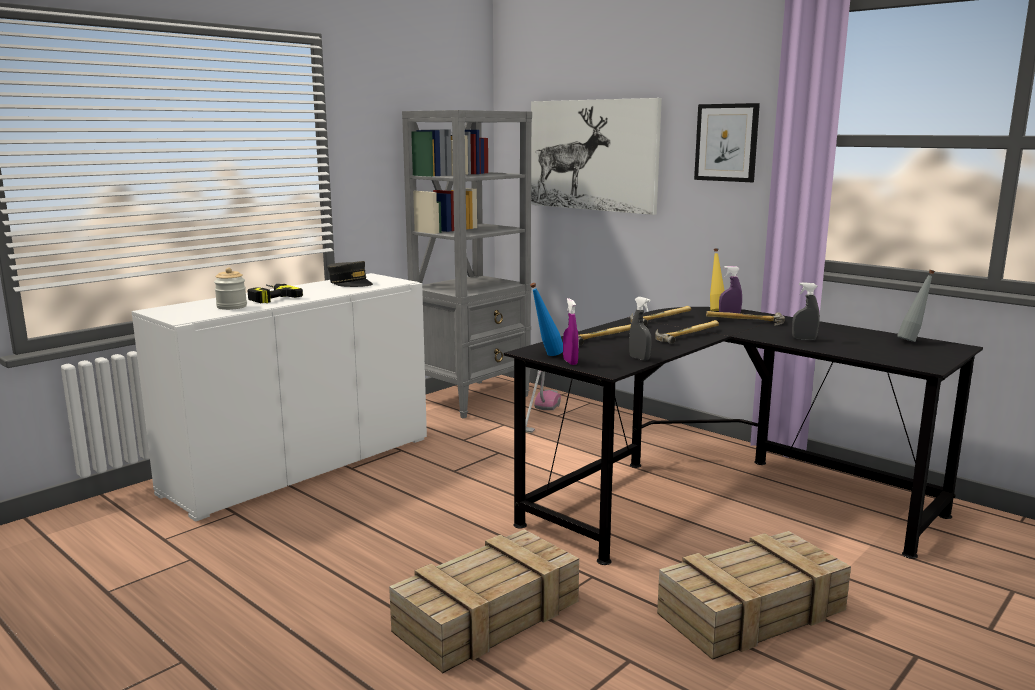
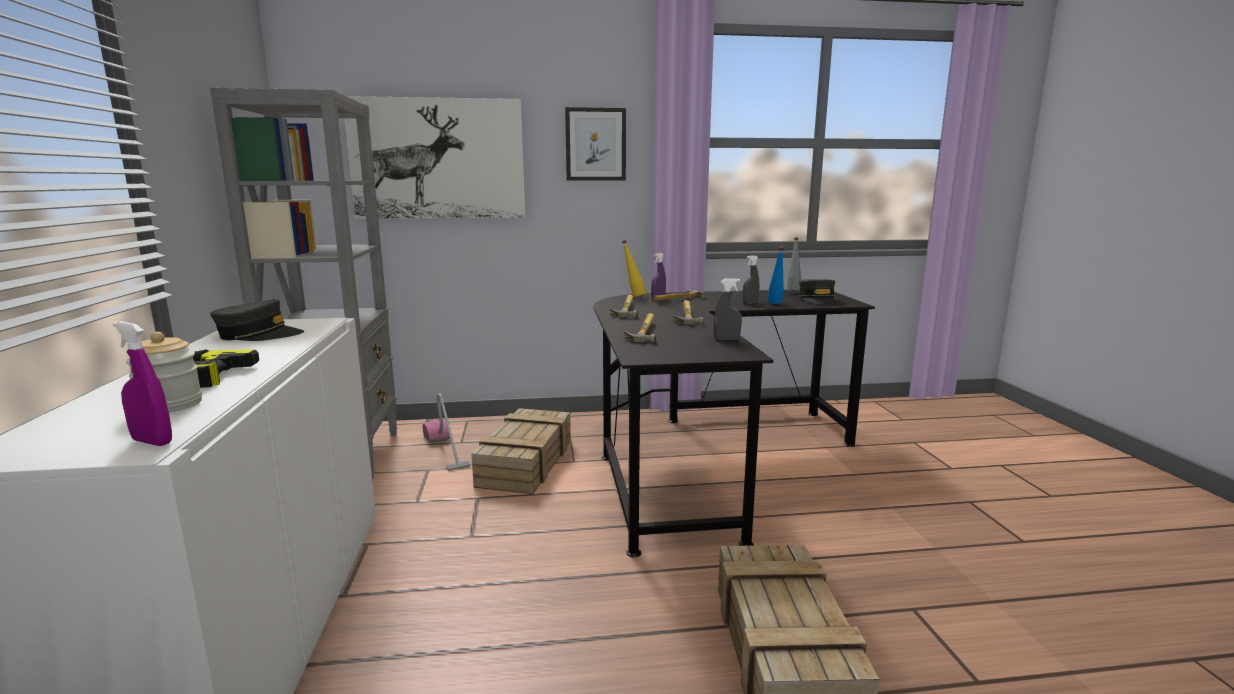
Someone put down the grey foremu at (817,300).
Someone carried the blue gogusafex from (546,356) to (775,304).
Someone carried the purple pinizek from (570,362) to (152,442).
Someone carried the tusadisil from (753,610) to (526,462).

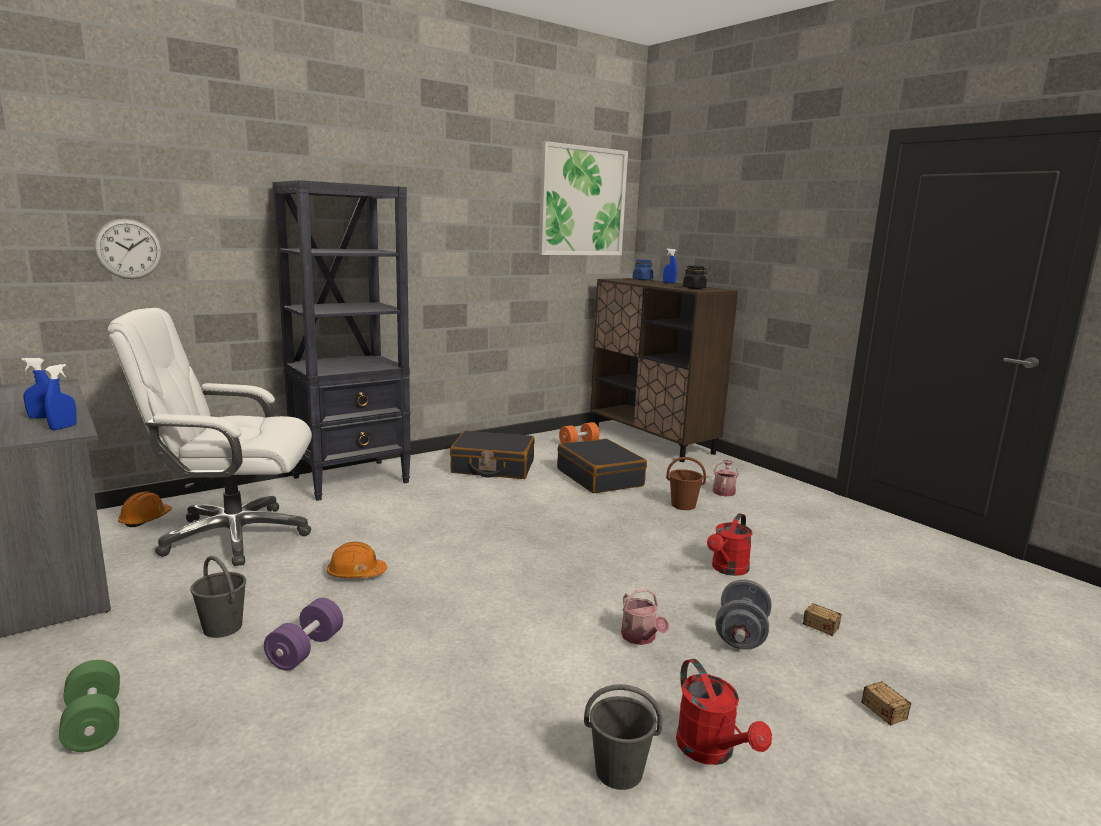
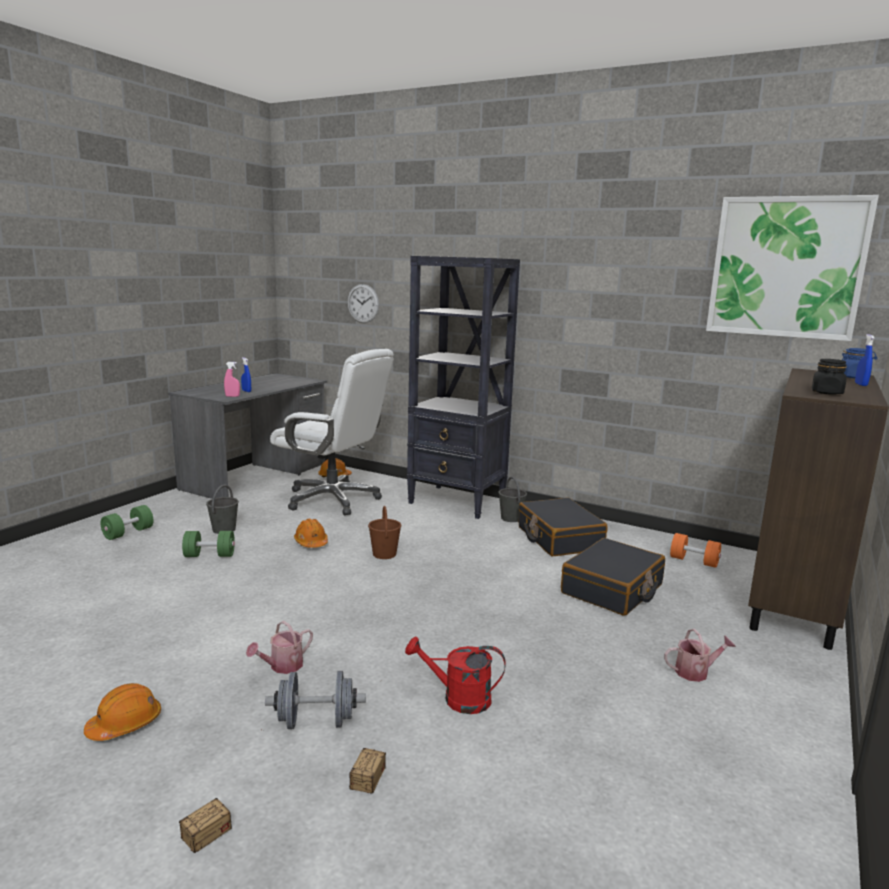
Someone carried the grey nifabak from (618,771) to (511,518).
Someone carried the brown nifabak from (683,505) to (384,554).
Someone swapped the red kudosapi at (712,752) for the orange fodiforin at (125,724).
Someone repainted the blue pinizek at (63,427), which became the pink pinizek at (232,396).
Someone repainted the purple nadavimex at (306,650), which became the green nadavimex at (209,555).
Someone rotated the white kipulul at (233,536) by 150 degrees clockwise.

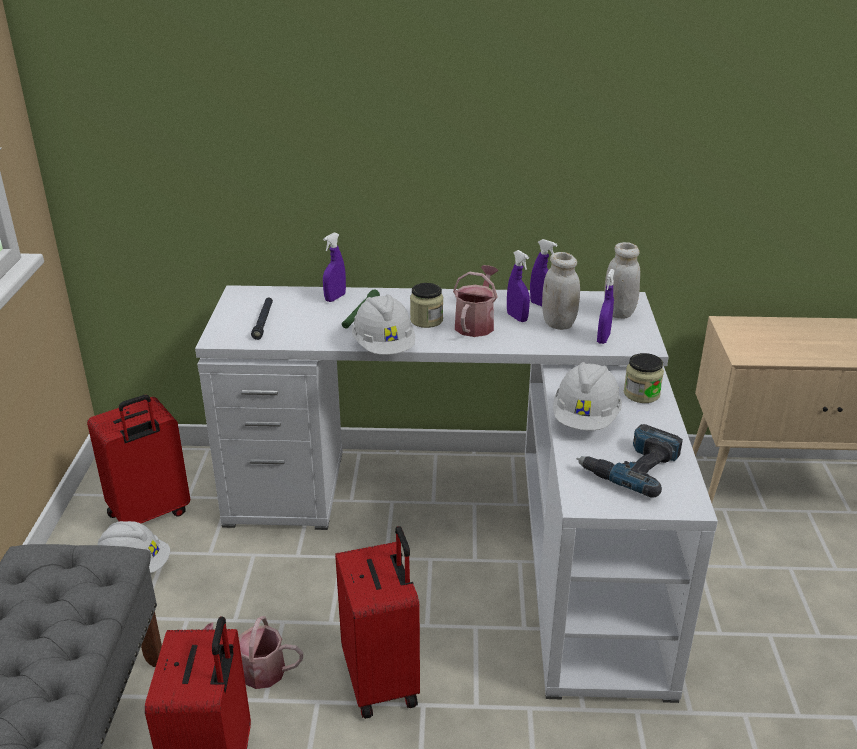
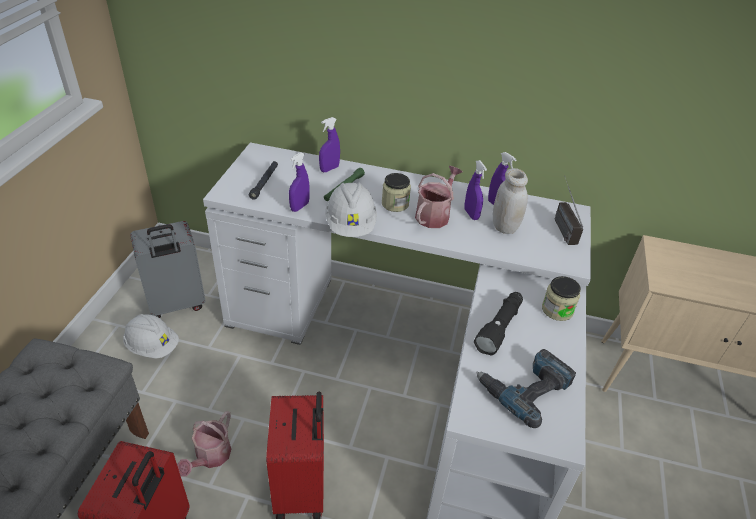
Someone carried the purple pinizek from (603,338) to (299,207).
Someone swapped the white fodiforin at (585,419) for the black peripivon at (499,327).
Someone swapped the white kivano at (619,313) for the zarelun at (560,224).
Someone repainted the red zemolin at (149,515), which became the grey zemolin at (176,305).
Someone rotated the kudosapi at (255,670) by 90 degrees counterclockwise.

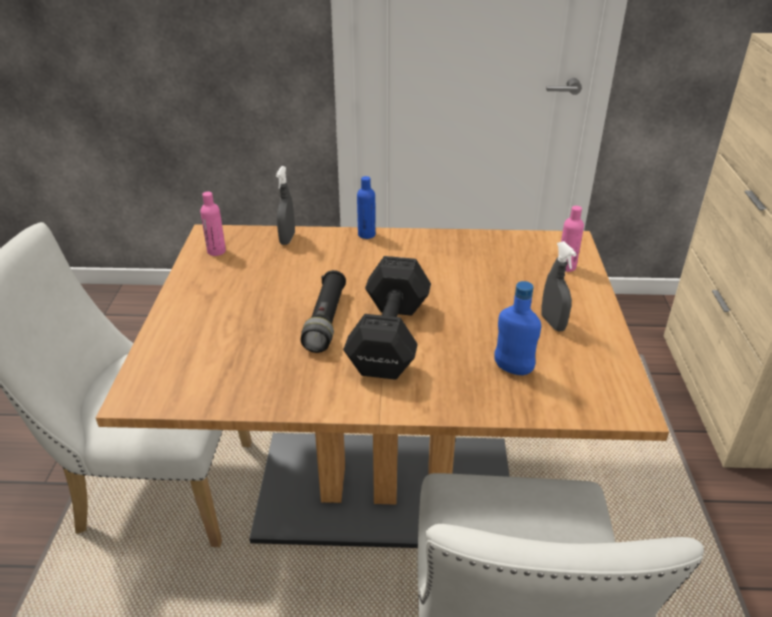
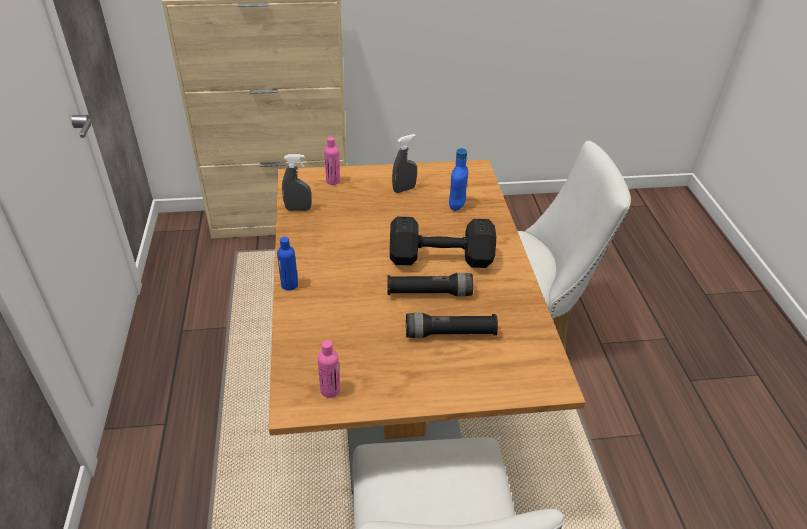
Someone put down the black peripivon at (450,333).
Someone carried the grey pinizek from (287,239) to (298,209).

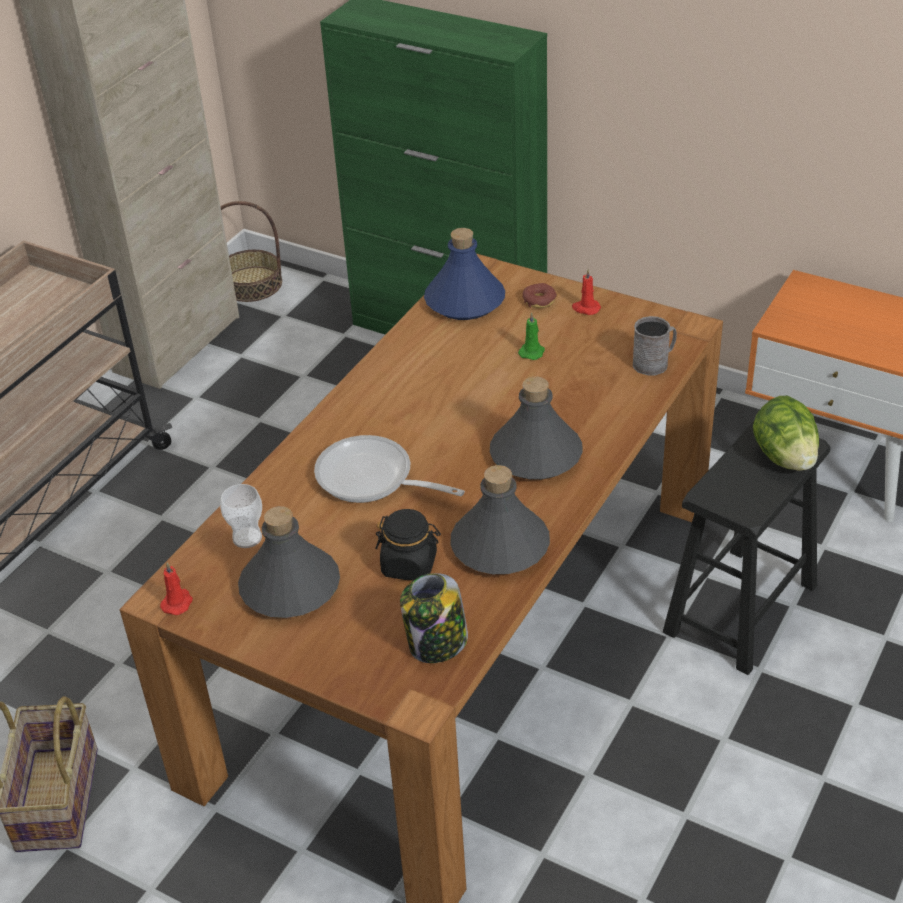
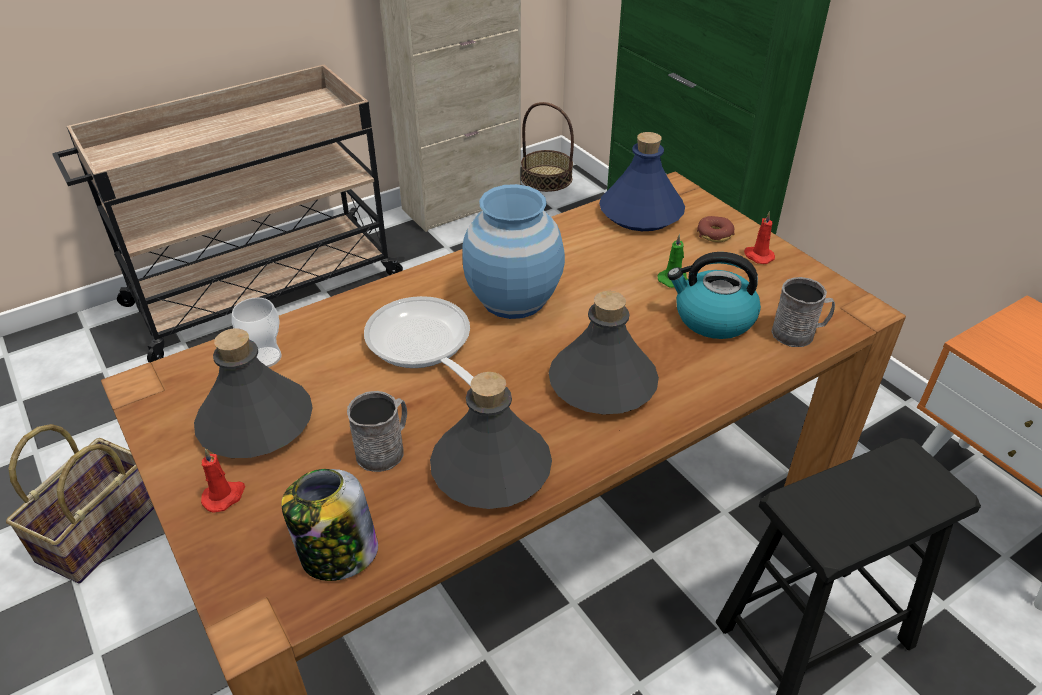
Someone took away the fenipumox at (784,457).
Someone put down the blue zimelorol at (514,299).
Someone put down the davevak at (712,318).
Someone carried the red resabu from (178,602) to (224,496).
Someone swapped the black kivano at (410,564) for the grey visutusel at (385,449).

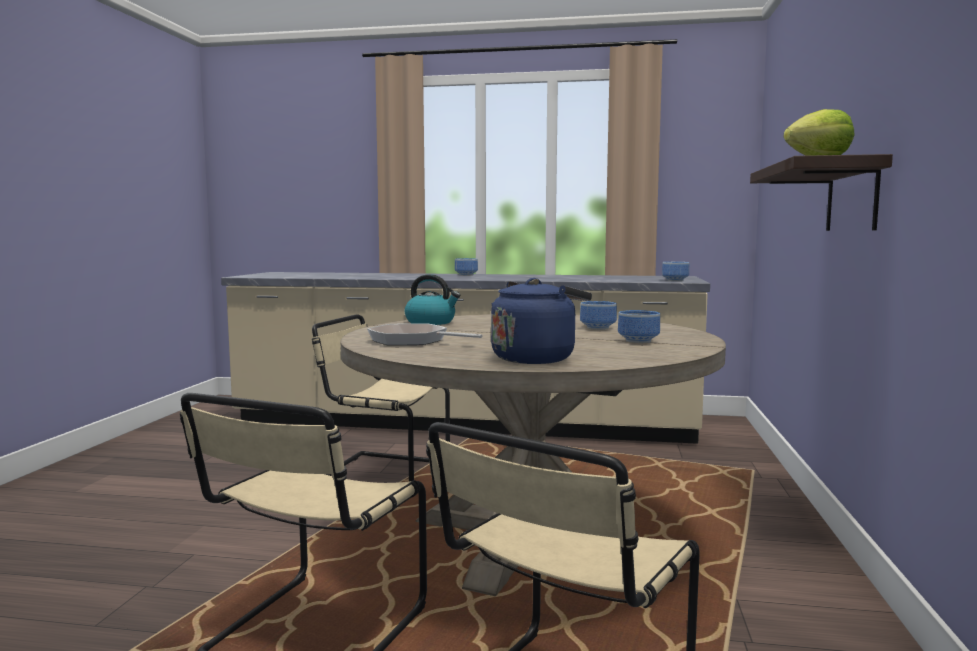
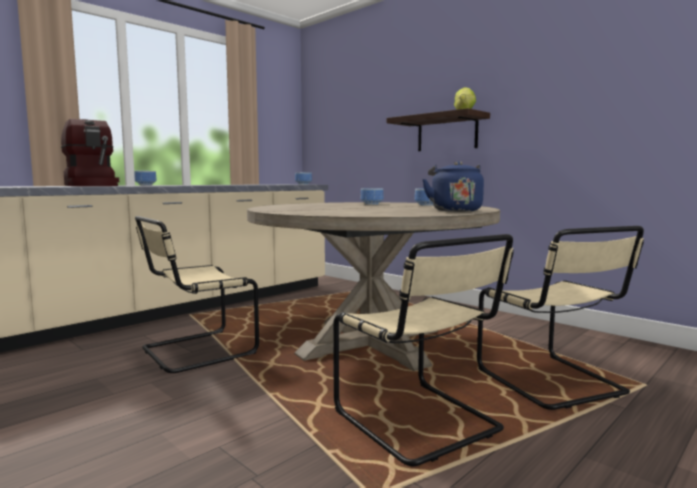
Someone took away the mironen at (413,341).
Someone took away the davevak at (431,322).
Someone put down the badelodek at (93,185).

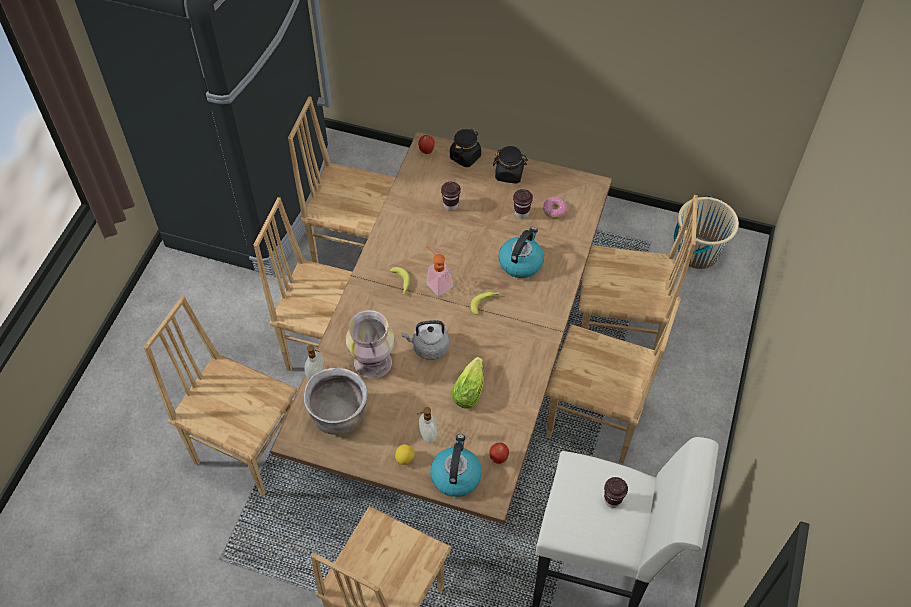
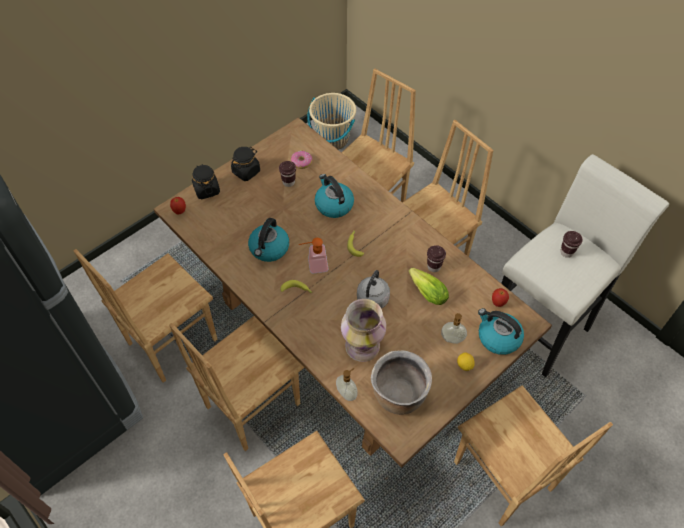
Someone put down the davevak at (269,249).
Someone carried the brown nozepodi from (450,205) to (433,267).

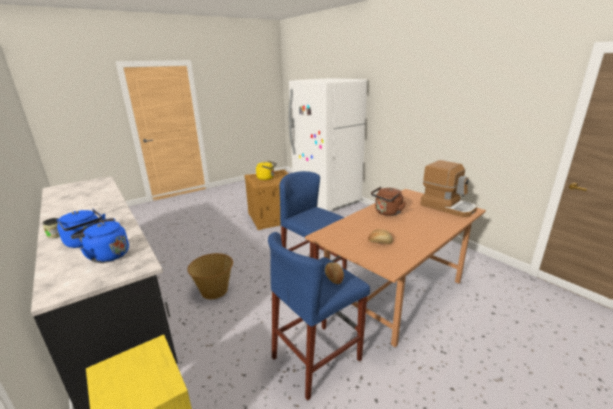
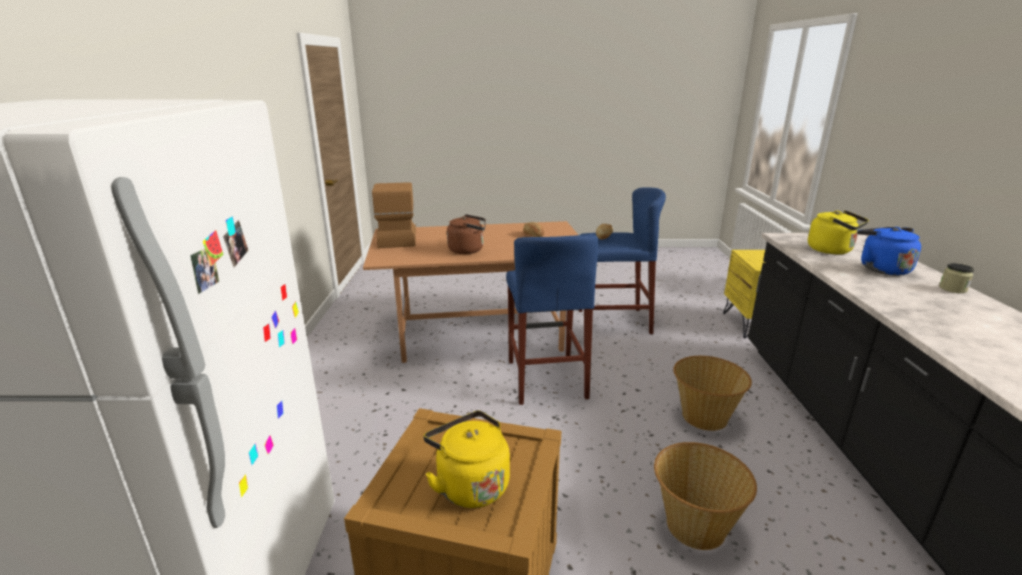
Someone put down the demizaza at (694,525).
Someone repainted the blue davevak at (107,255), which became the yellow davevak at (832,250).

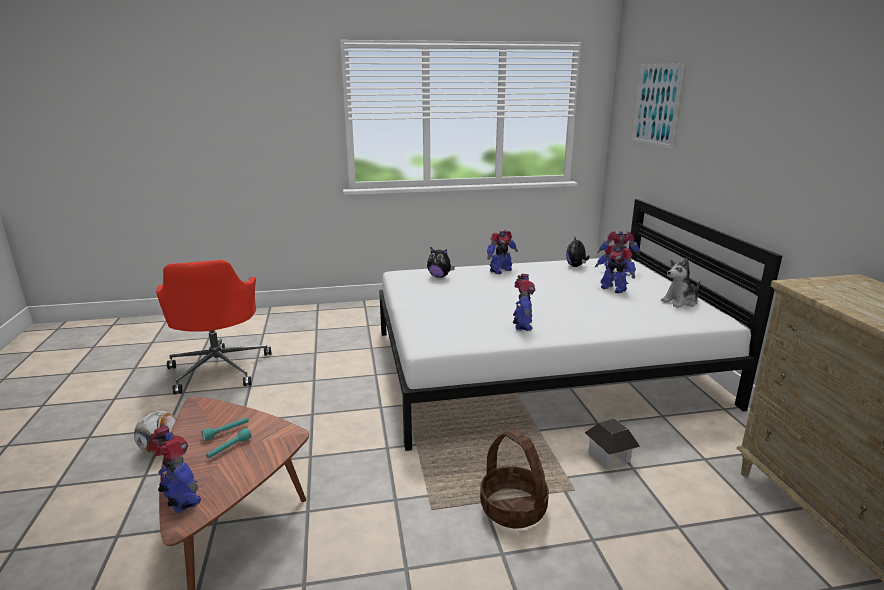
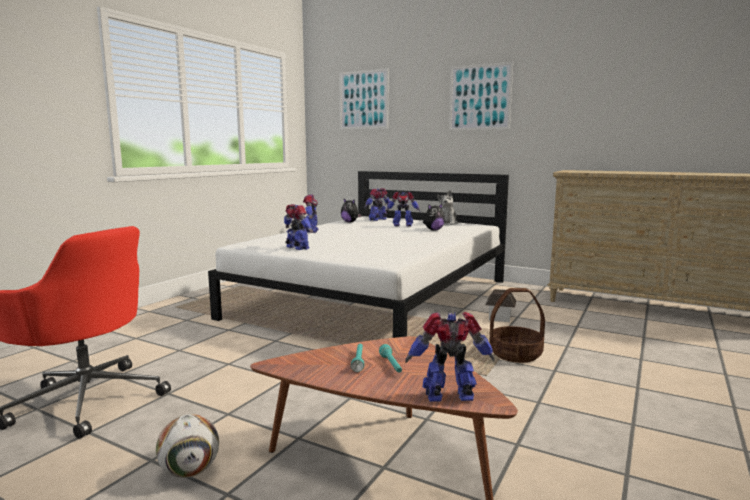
Someone put up the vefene at (479,97).
Someone carried the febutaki from (439,276) to (433,230).
Someone carried the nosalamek from (522,325) to (297,248).

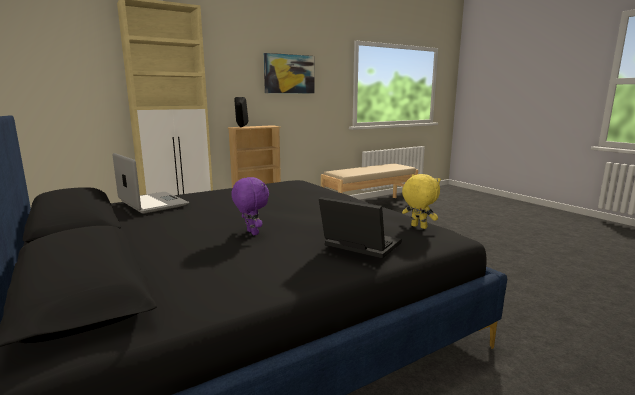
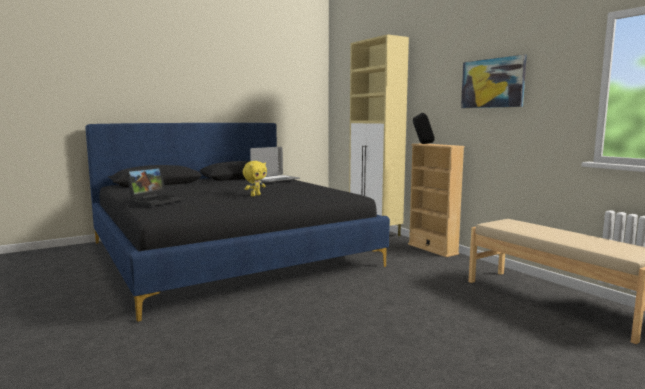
Someone took away the purple febutaki at (251,233).
Someone carried the yellow febutaki from (418,227) to (255,195).

